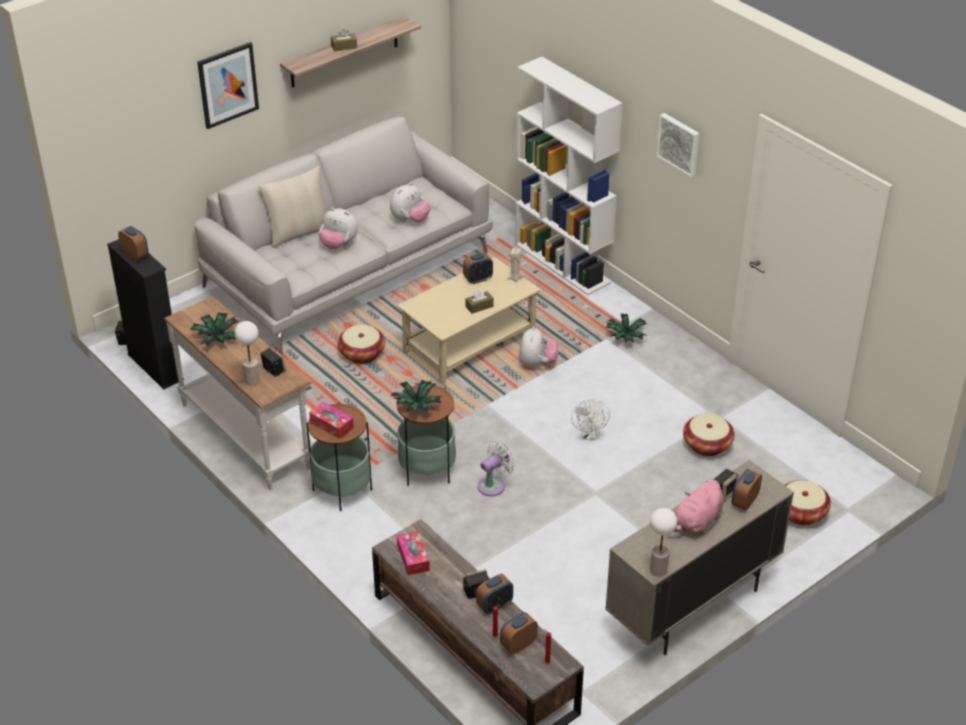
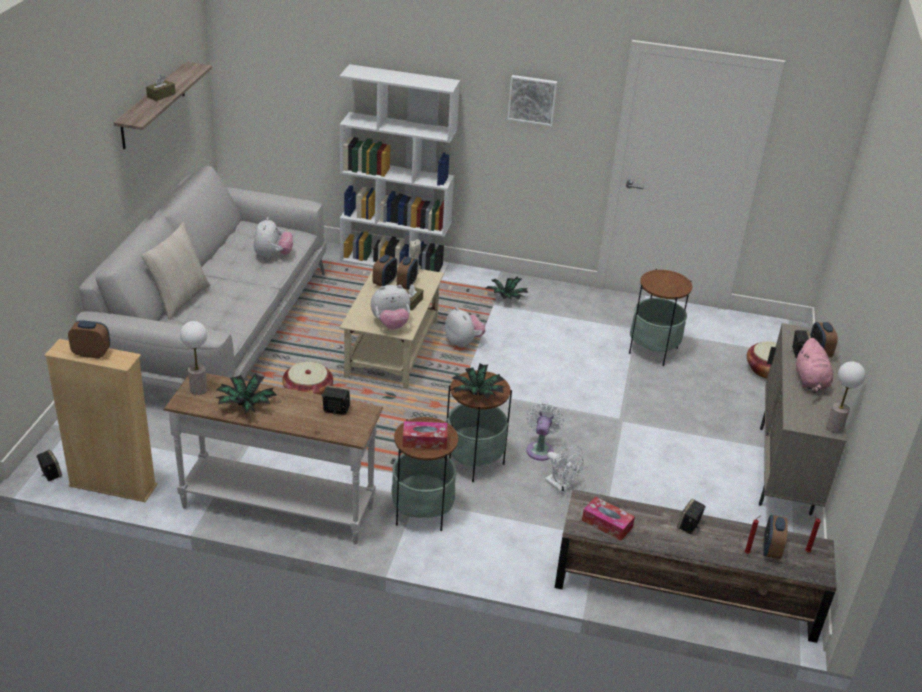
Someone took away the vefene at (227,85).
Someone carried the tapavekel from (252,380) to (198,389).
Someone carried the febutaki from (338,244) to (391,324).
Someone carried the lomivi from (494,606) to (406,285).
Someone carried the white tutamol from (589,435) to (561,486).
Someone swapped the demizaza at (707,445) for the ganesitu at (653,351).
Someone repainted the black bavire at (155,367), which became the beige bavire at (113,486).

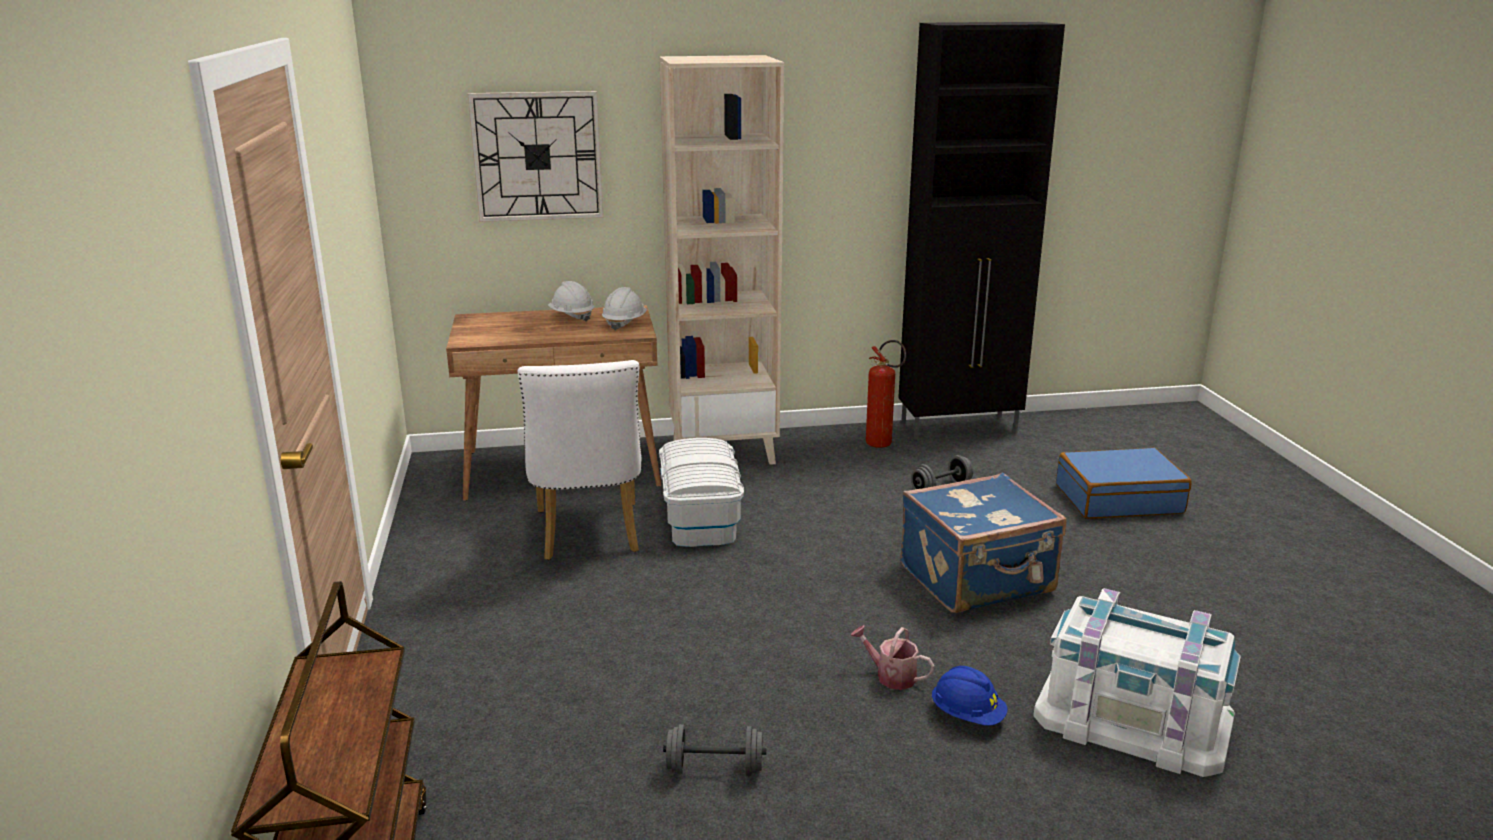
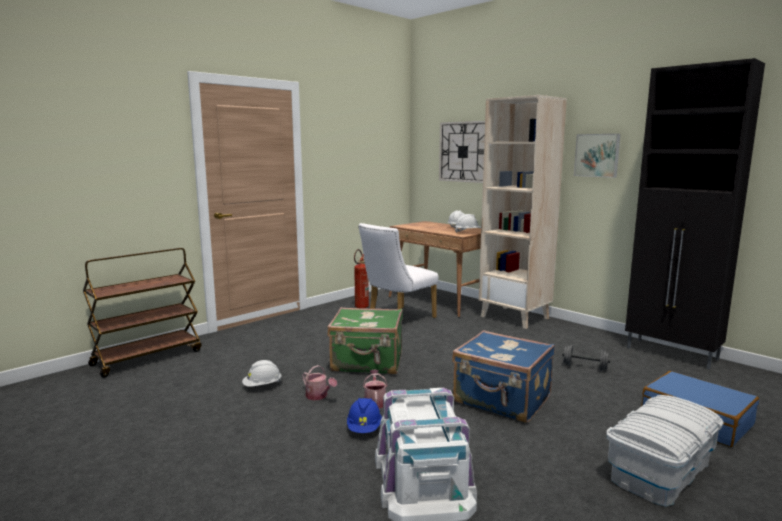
Someone put down the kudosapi at (318,396).
Someone put down the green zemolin at (367,362).
Someone put up the vefene at (597,155).
Someone carried the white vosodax from (701,517) to (661,471).
Someone carried the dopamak from (883,445) to (360,307).
Someone swapped the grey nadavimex at (715,769) for the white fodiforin at (262,386).

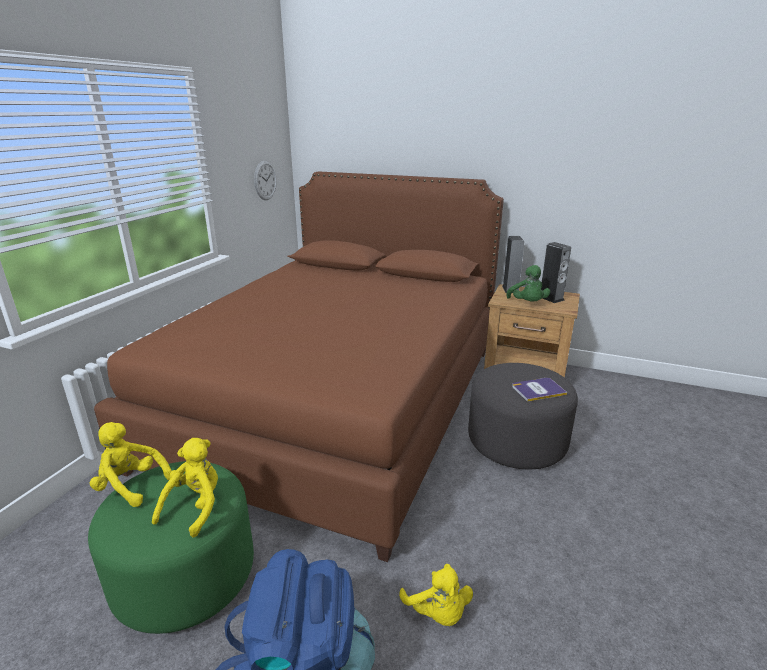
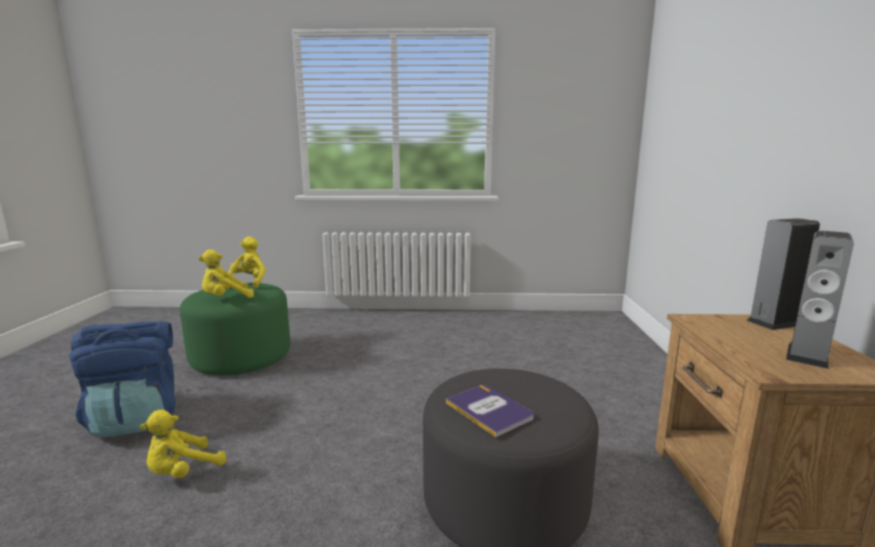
Someone took away the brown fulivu at (338,402).
Someone took away the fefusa at (265,180).
Someone took away the green febutaki at (527,303).
Someone rotated the yellow febutaki at (195,507) by 150 degrees clockwise.

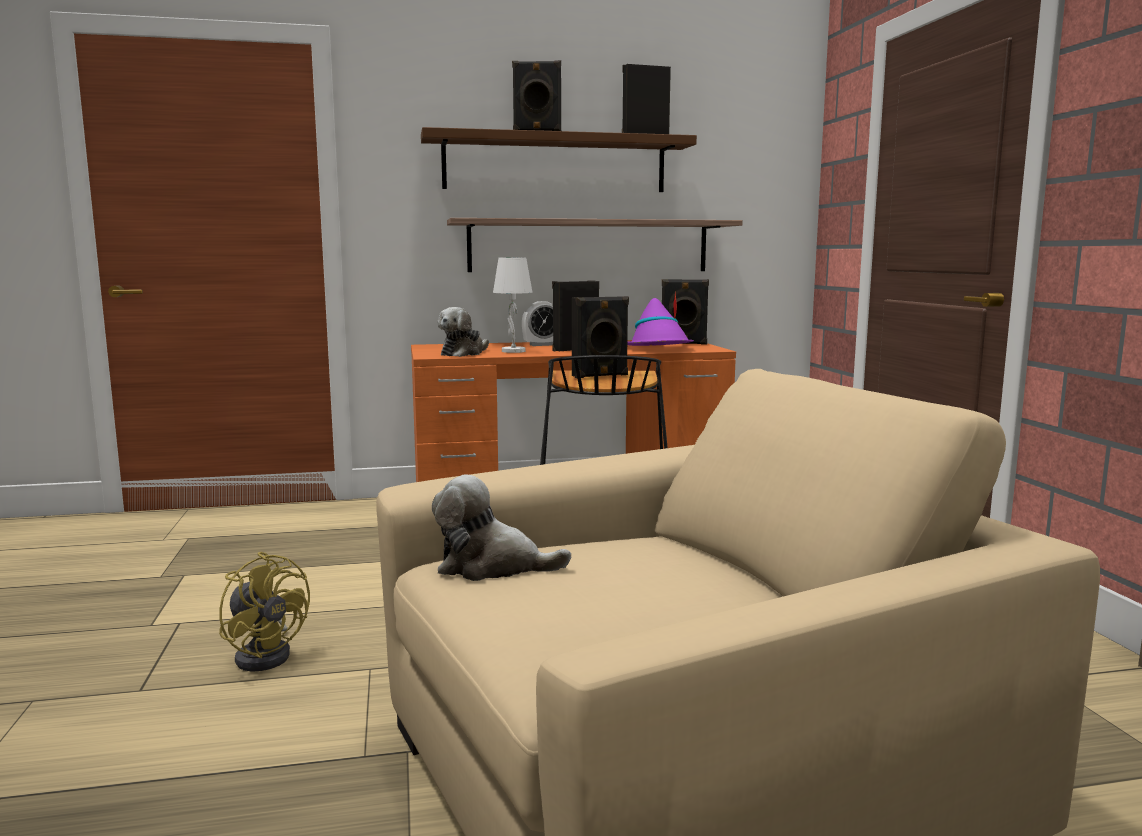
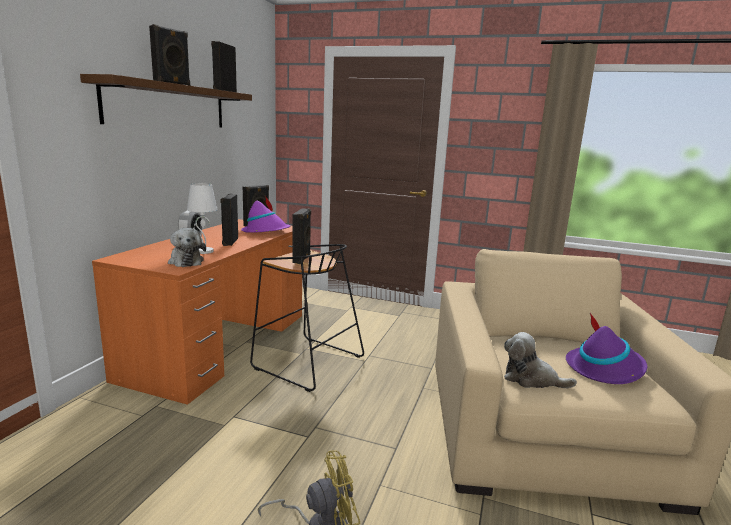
Someone took away the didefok at (589,246).
Someone put down the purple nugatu at (605,368).
Someone rotated the febutaki at (491,566) by 75 degrees clockwise.

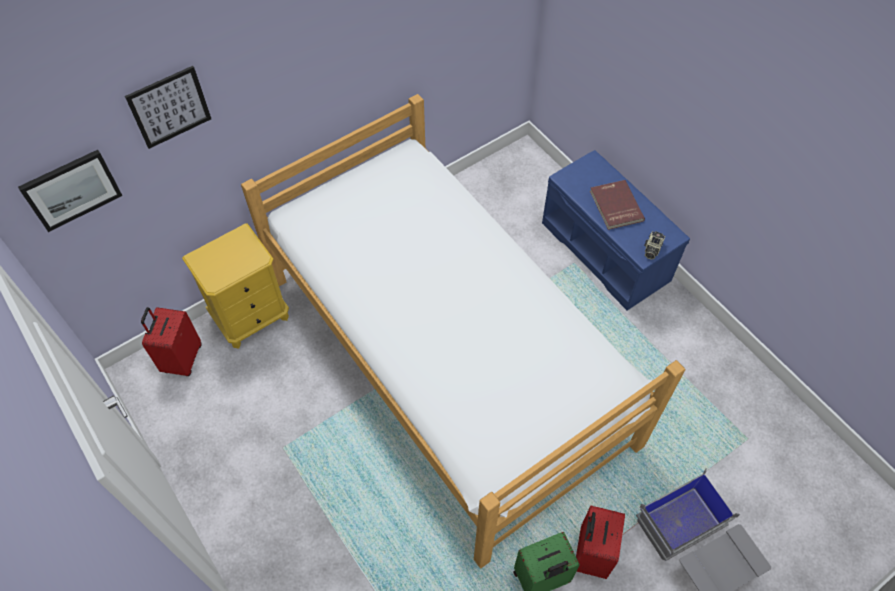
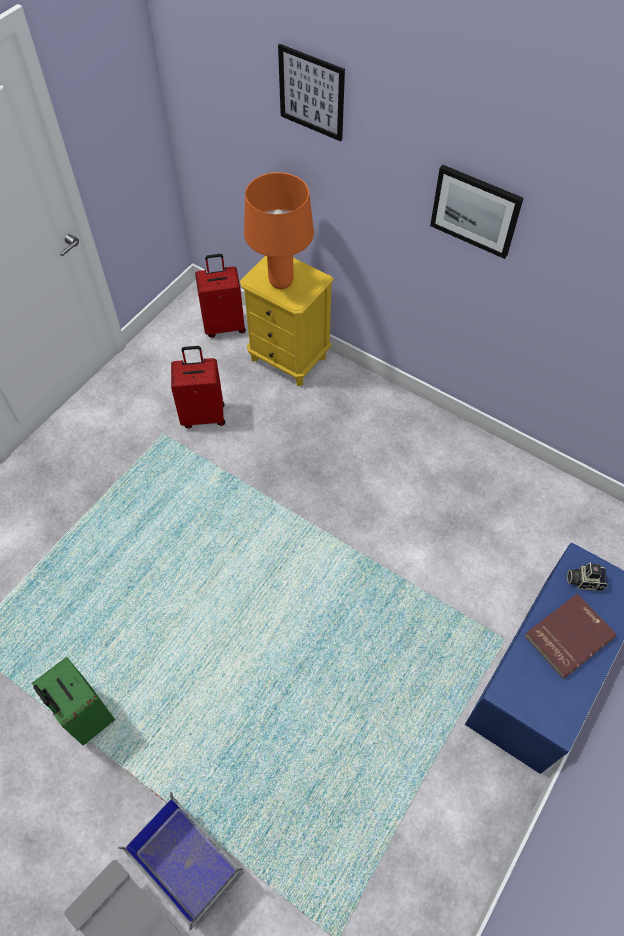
Someone took away the fulivu at (448,358).
Someone put down the orange tapavekel at (281,282).
Someone carried the vefene from (71,189) to (475,211).
Someone carried the red zemolin from (590,553) to (203,415).
Someone carried the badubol from (651,249) to (584,580).

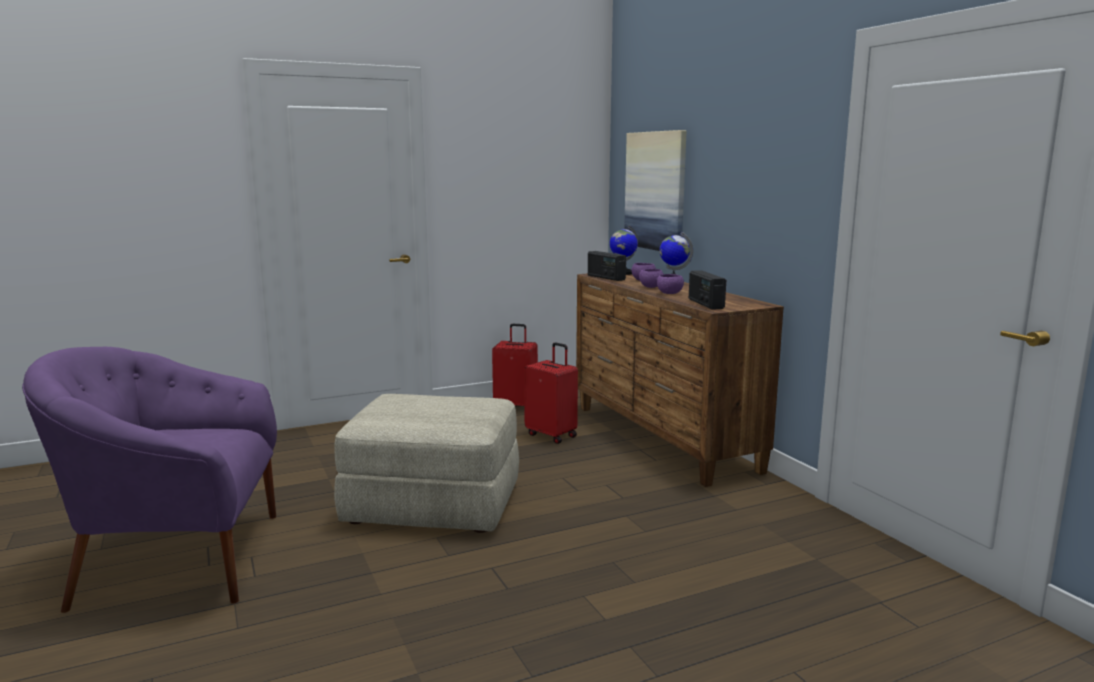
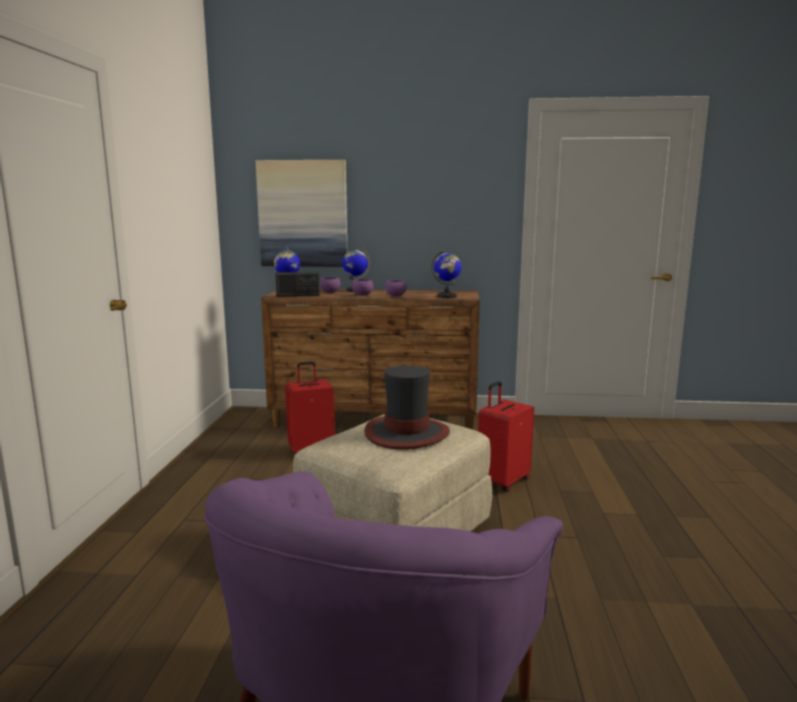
Someone put down the nugatu at (406,433).
Someone carried the red zemolin from (516,407) to (502,481).
Someone swapped the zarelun at (705,304) for the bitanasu at (447,297).

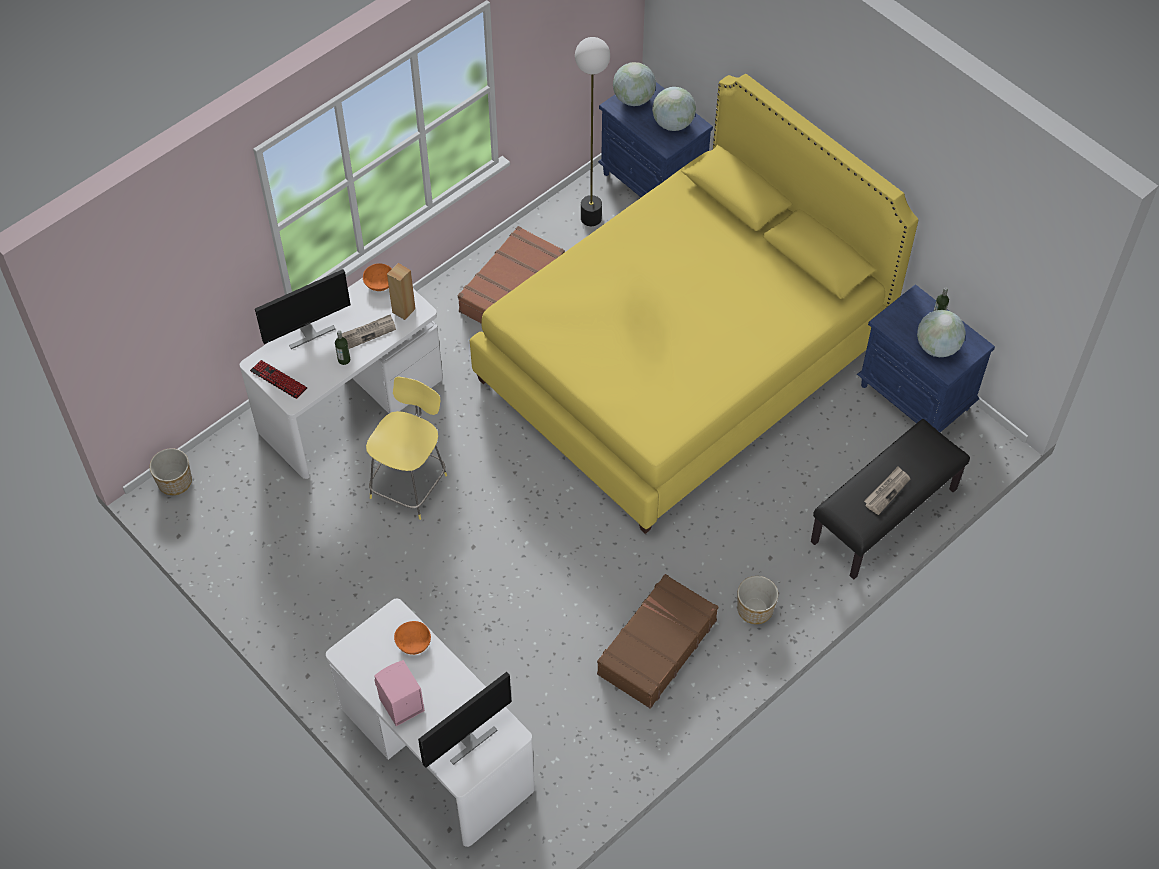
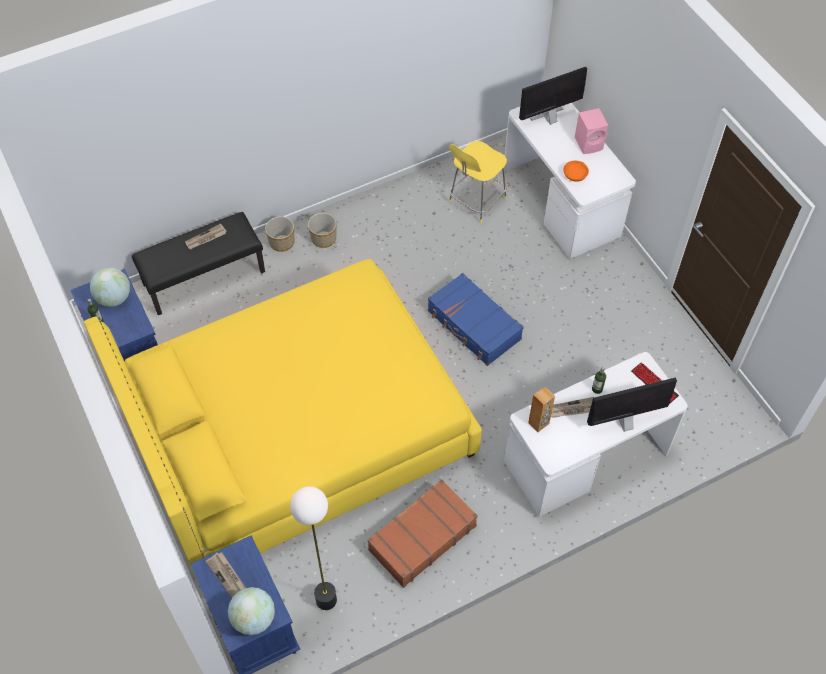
Someone took away the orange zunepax at (379,283).
Someone took away the brown zemolin at (656,647).
Someone put down the blue zemolin at (473,326).
Someone carried the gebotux from (175,482) to (281,242).
Someone carried the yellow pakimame from (410,484) to (476,202).
Someone swapped the bitanasu at (673,124) for the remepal at (227,576).

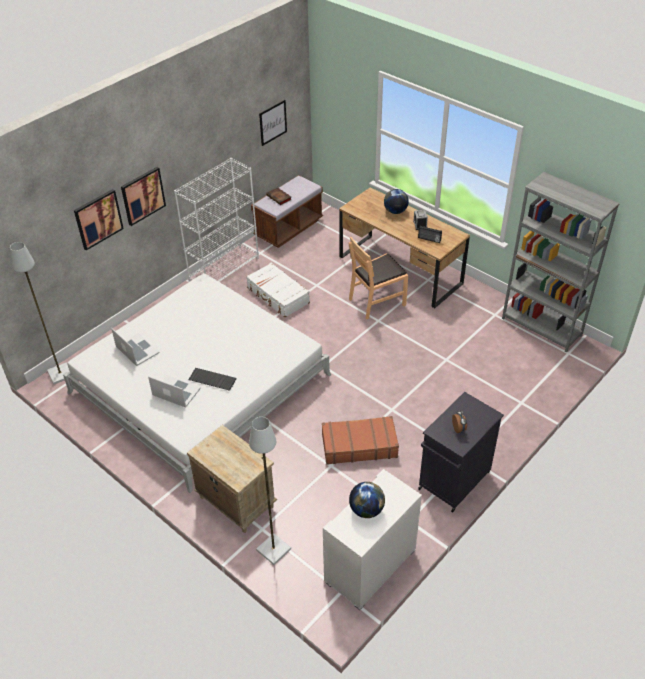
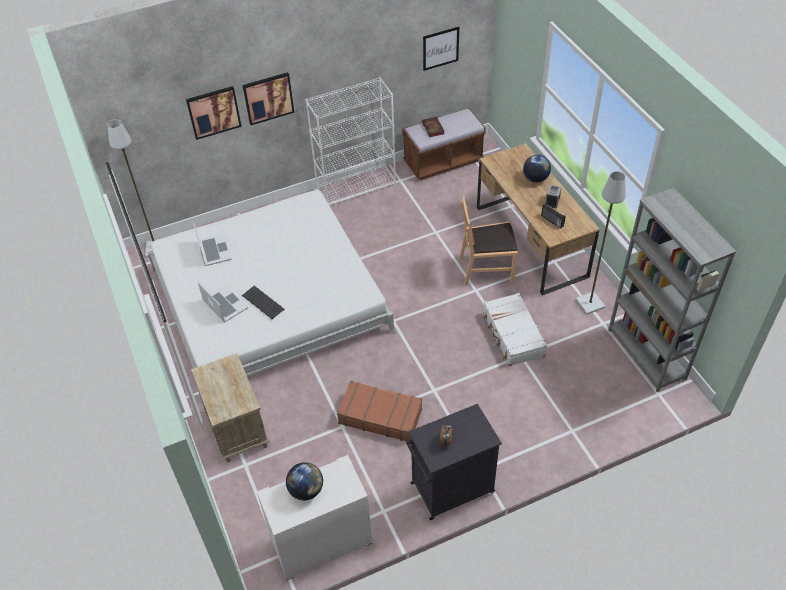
Someone carried the white zemolin from (278,296) to (513,335).
Someone carried the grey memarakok from (273,550) to (589,303).

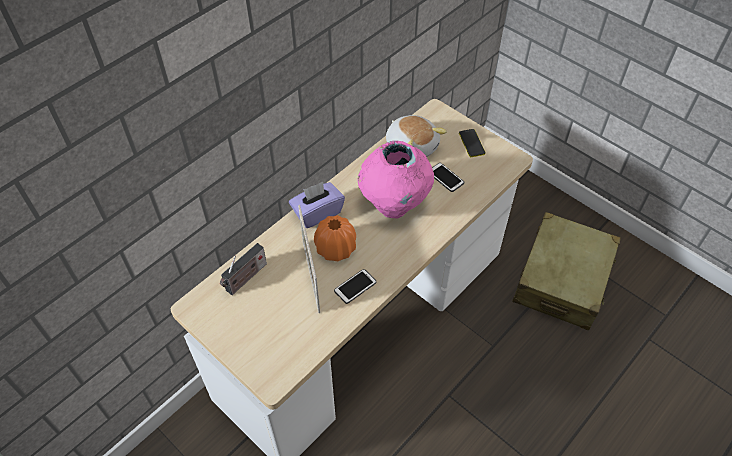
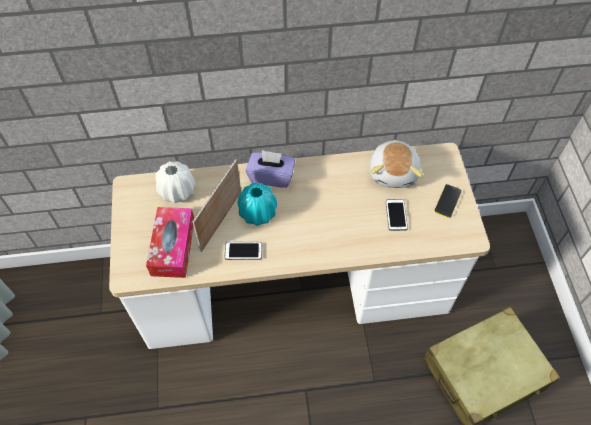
Someone took away the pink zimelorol at (394,205).
Someone put down the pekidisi at (173,247).
Someone swapped the zarelun at (245,279) for the white zimelorol at (177,191).
Someone repainted the orange zimelorol at (335,248), which became the turquoise zimelorol at (258,212).

